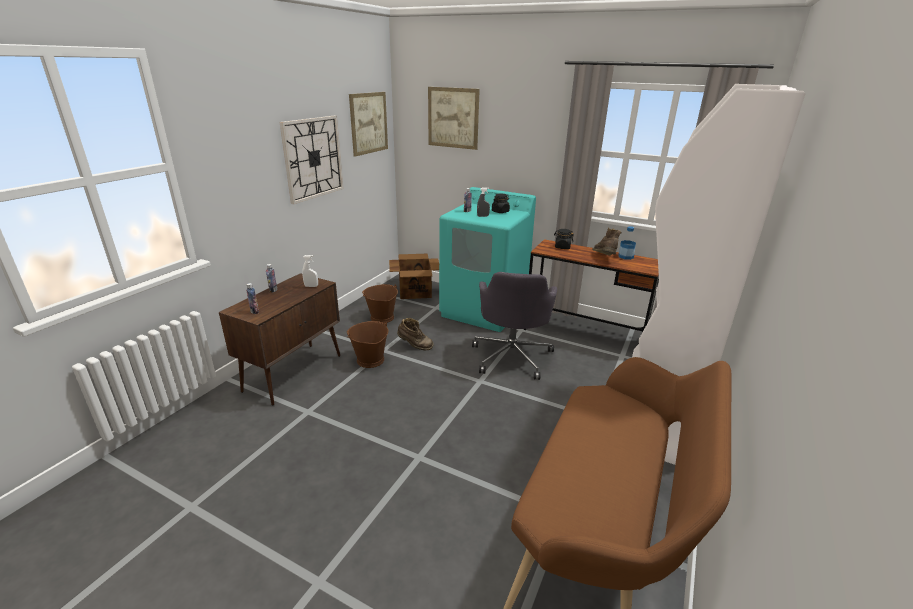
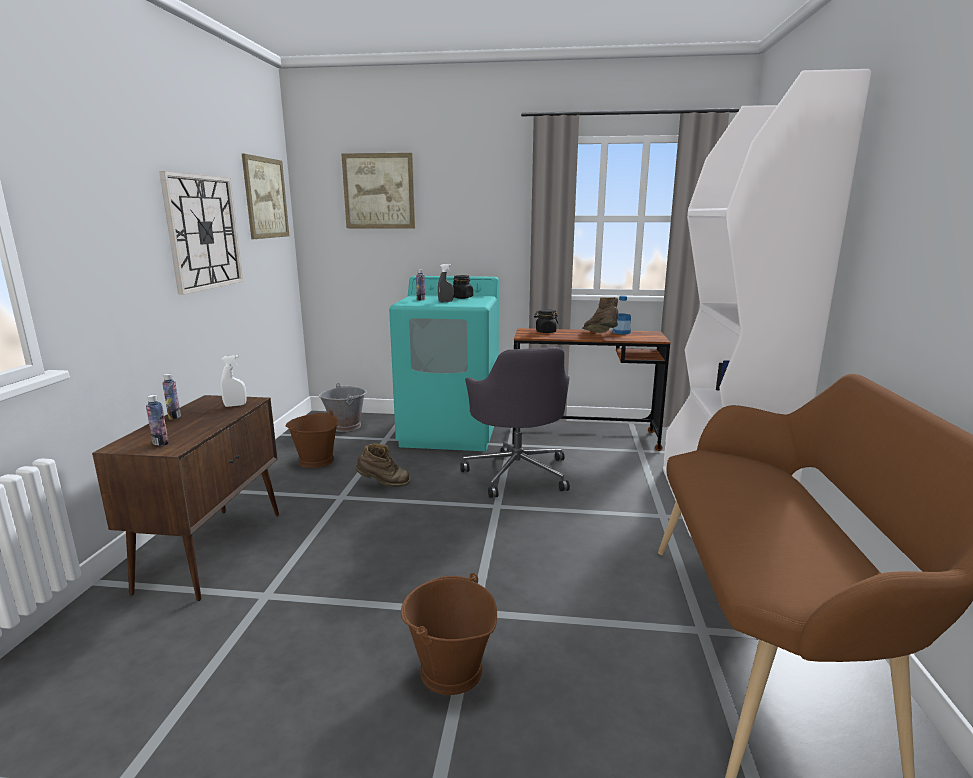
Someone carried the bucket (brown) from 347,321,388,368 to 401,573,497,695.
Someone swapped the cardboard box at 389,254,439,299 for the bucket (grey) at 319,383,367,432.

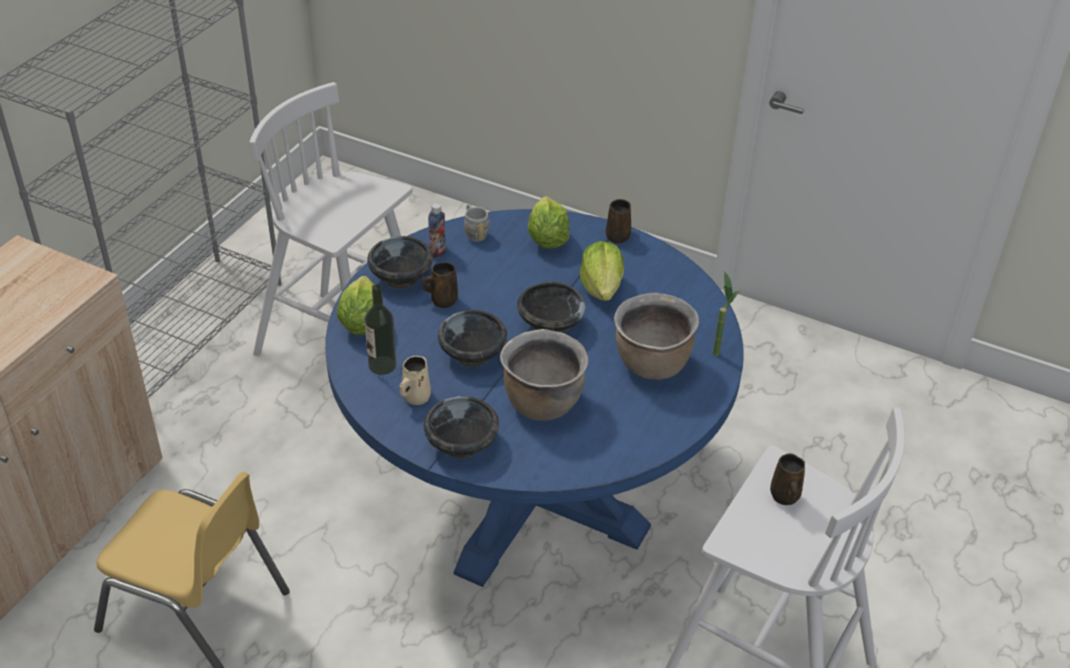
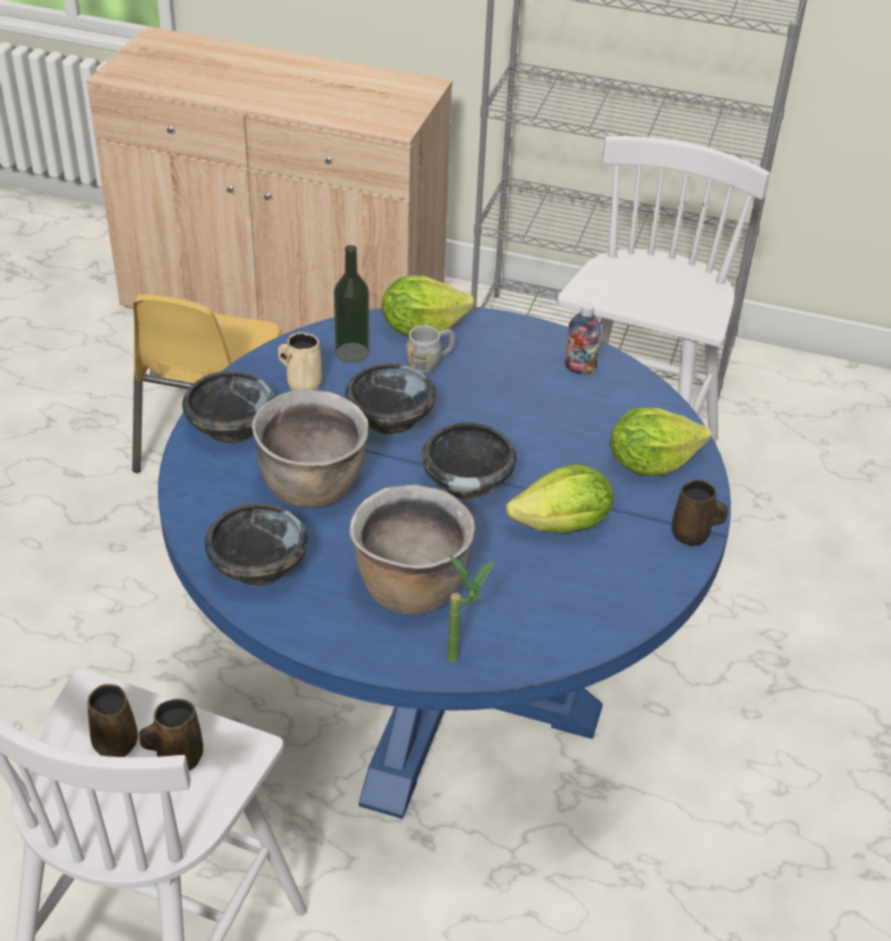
Someone carried the bowl (black) from 367,236,433,289 to 205,503,308,587.
Someone carried the mug (brown) from 422,262,458,308 to 87,684,138,757.
Someone carried the mug (grey) from 464,204,490,242 to 406,325,455,373.

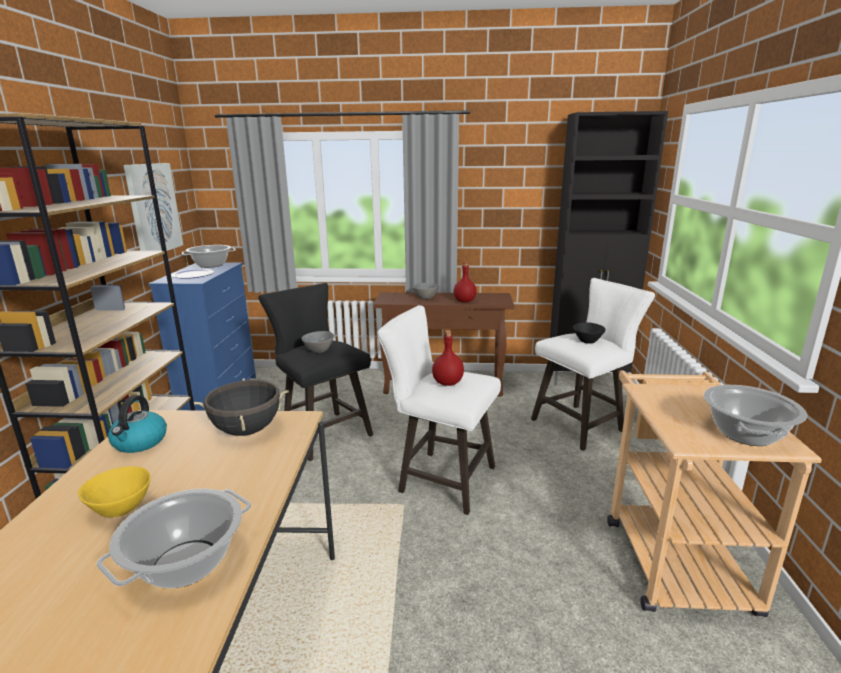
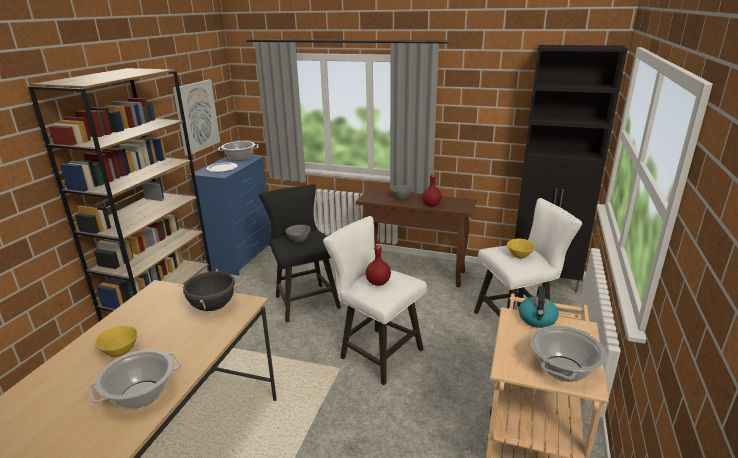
Someone carried the kettle from 108,395,167,453 to 519,286,559,328.
Someone repainted the bowl (black) at 573,322,606,344, which became the bowl (yellow) at 507,239,535,259.

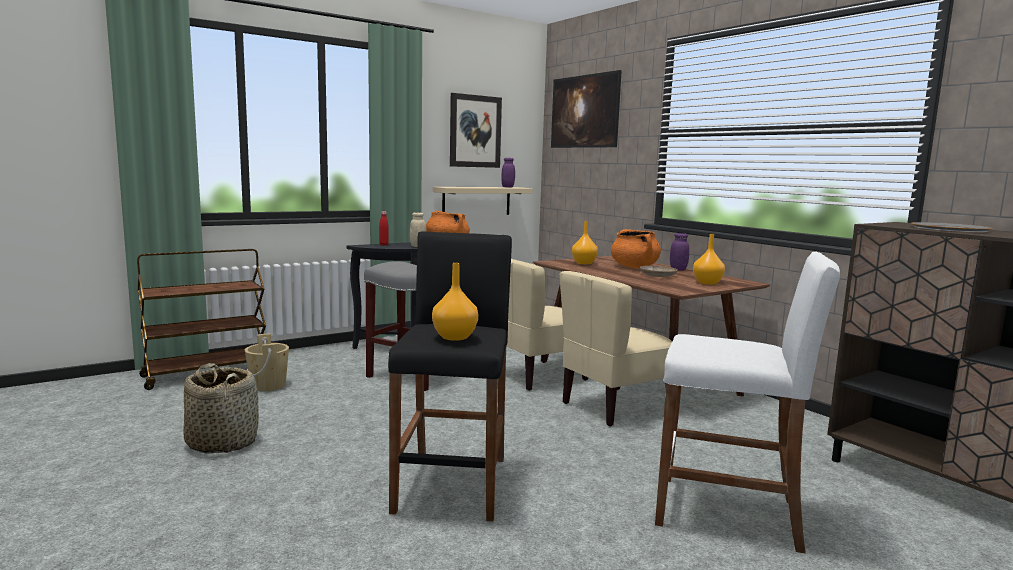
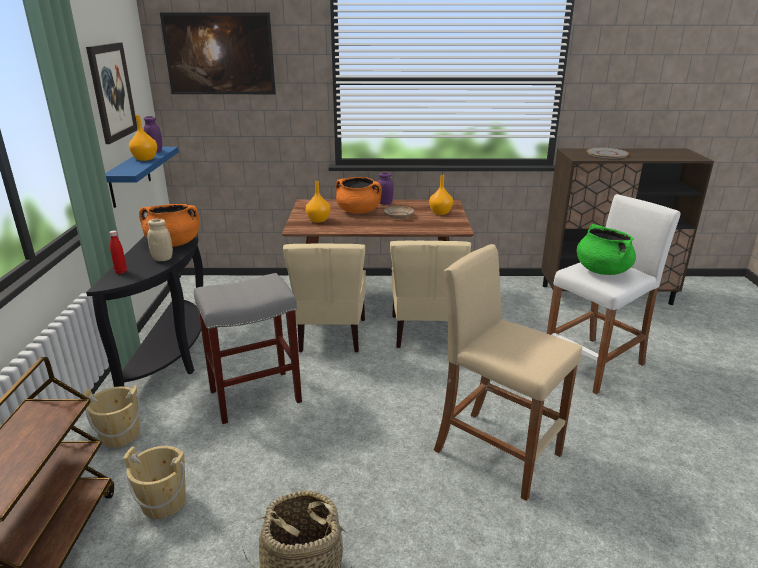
Someone put down the bucket (beige) at 83,385,140,448.
Someone put down the cooking pot (green) at 577,224,636,275.
Someone carried the vase (orange) from 432,263,478,341 to 129,115,157,161.
Someone repainted the stool (black) at 388,231,512,521, which became the stool (beige) at 434,244,582,501.
Someone repainted the shelf (beige) at 433,187,533,215, which became the shelf (blue) at 105,147,179,208.

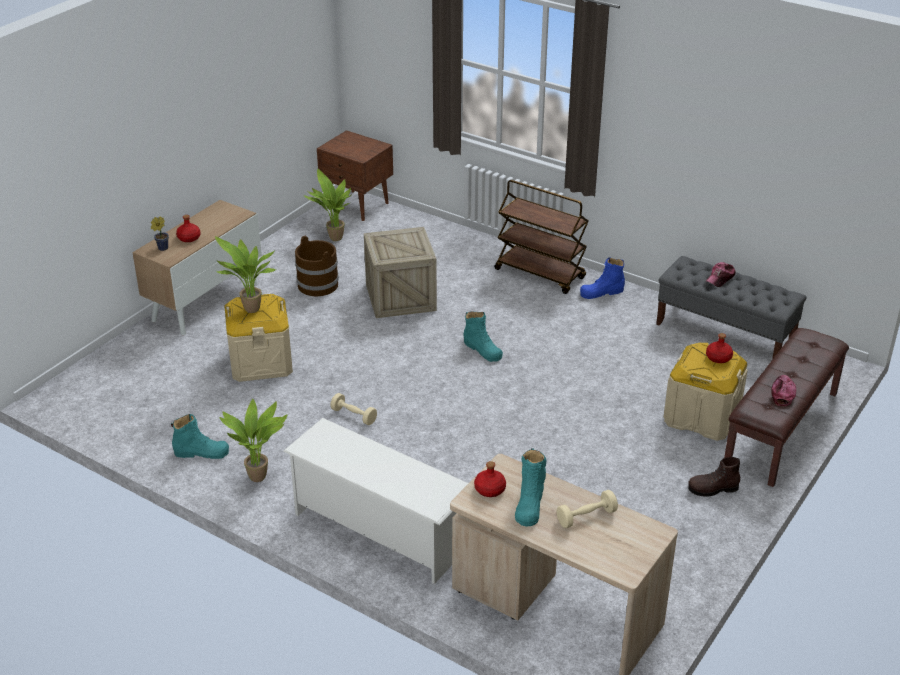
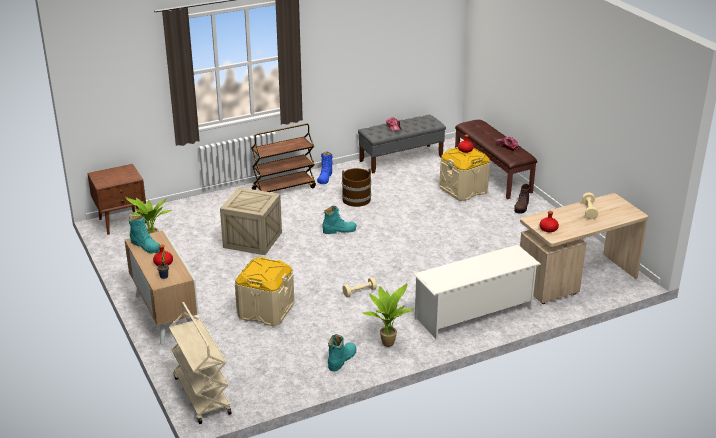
Someone took away the potted plant at 215,236,277,313.
Someone put down the cart (beige) at 169,302,232,424.
Someone carried the bucket (brown) from 295,236,339,296 to 342,168,371,207.
Someone carried the boot (turquoise) from 515,449,547,527 to 129,215,160,254.

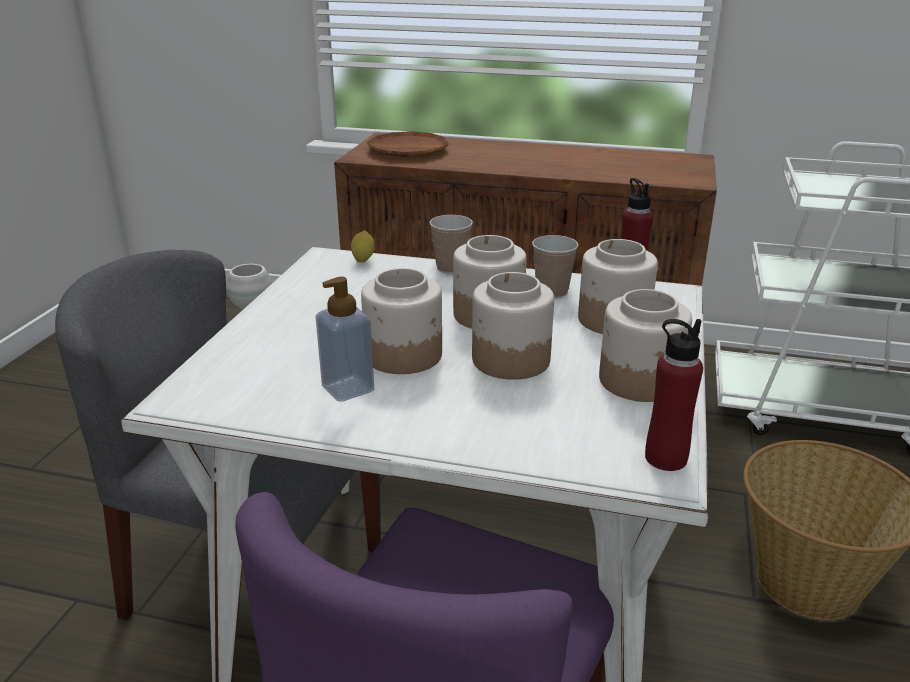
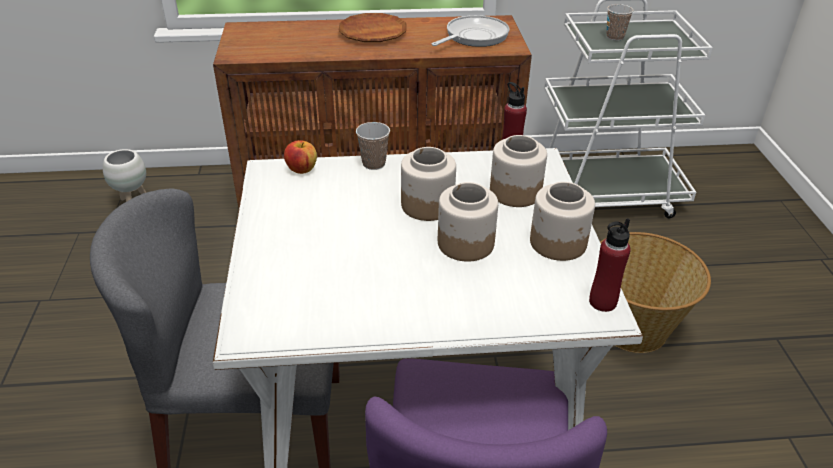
Someone took away the soap dispenser at 316,277,374,402.
Someone took away the jar at 361,268,442,374.
Someone put down the frying pan at 431,15,509,47.
Someone carried the plate (brown) from 367,131,449,157 to 338,13,407,42.
Someone carried the cup from 532,235,579,298 to 606,4,634,41.
Someone swapped the lemon at 351,230,375,262 for the apple at 284,140,317,174.

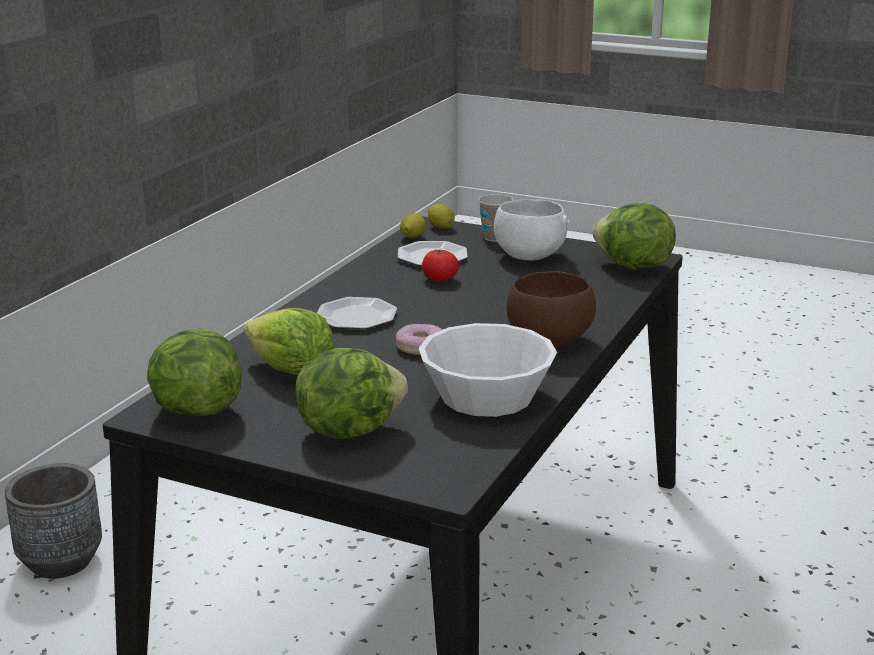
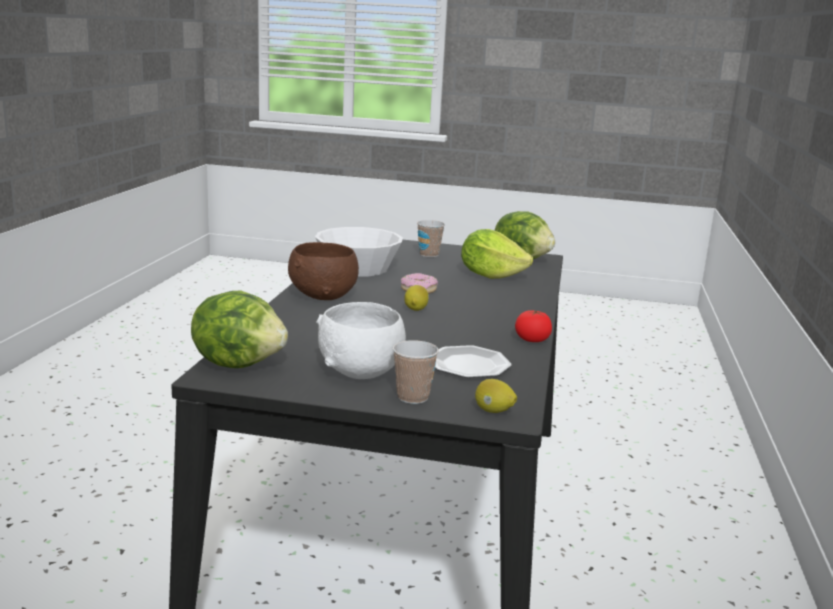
Someone took away the planter (grey) at 5,463,102,579.
Someone took away the plate at 317,297,397,329.
Someone carried the lemon from 400,213,425,238 to 404,285,429,311.
Someone carried the tomato from 422,249,459,282 to 515,310,552,342.
Someone swapped the lettuce at 295,348,408,439 for the cup at 417,220,445,257.

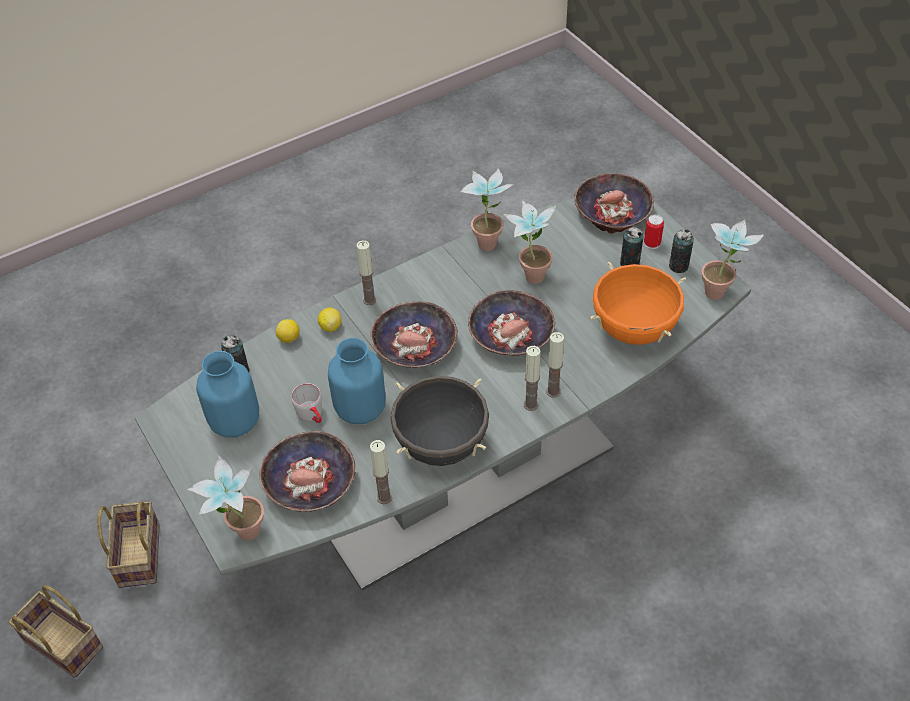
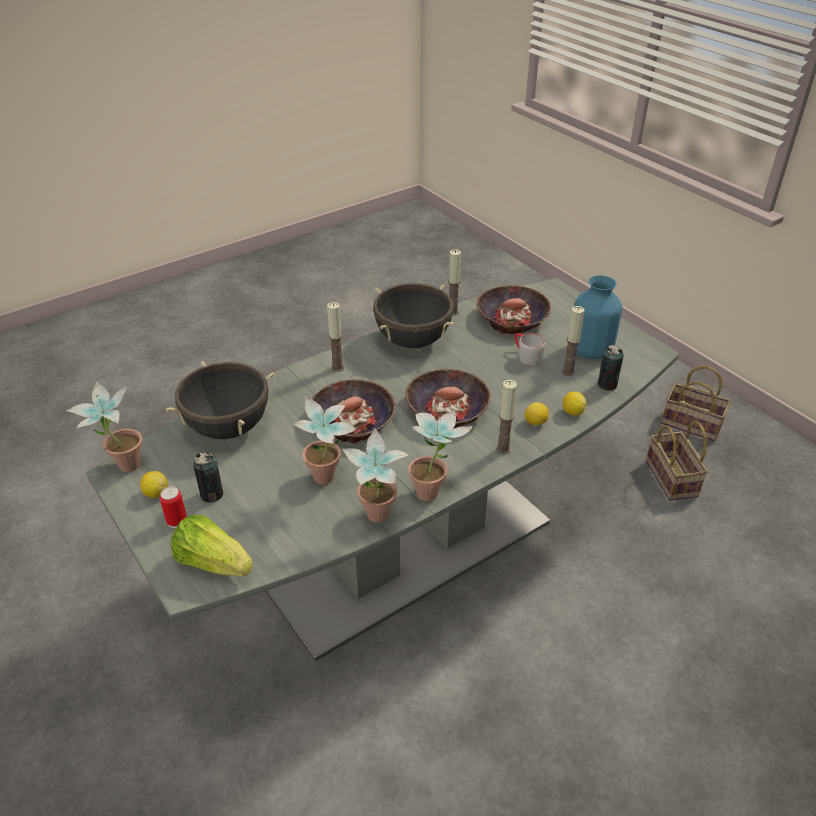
Someone took away the vase (blue) at 328,338,386,424.
Someone carried the potted plant from 188,455,264,541 to 408,410,472,501.
Someone carried the candle from 546,332,564,398 to 562,306,585,376.
Someone swapped the bowl at 574,173,654,234 for the lettuce at 171,515,253,576.
Someone swapped the can at 669,229,694,273 for the lemon at 140,471,168,498.
Someone repainted the cooking pot (orange) at 590,262,686,345, which became the cooking pot (black) at 166,361,275,439.

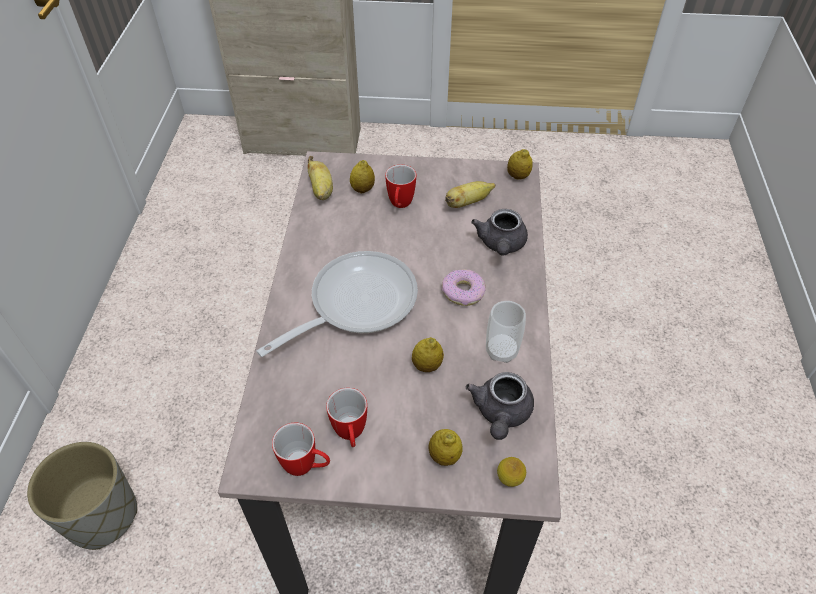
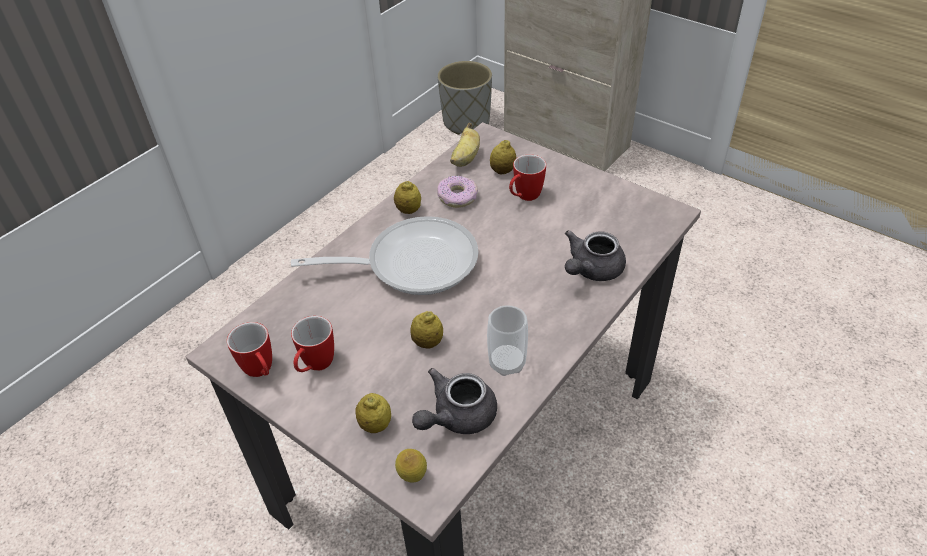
Someone took away the banana at 445,181,496,208.
Someone carried the planter (grey) from 27,442,137,550 to 438,61,492,135.
Someone carried the donut from 442,269,486,306 to 437,175,478,208.
Someone carried the lemon from 507,149,533,179 to 394,181,421,214.

